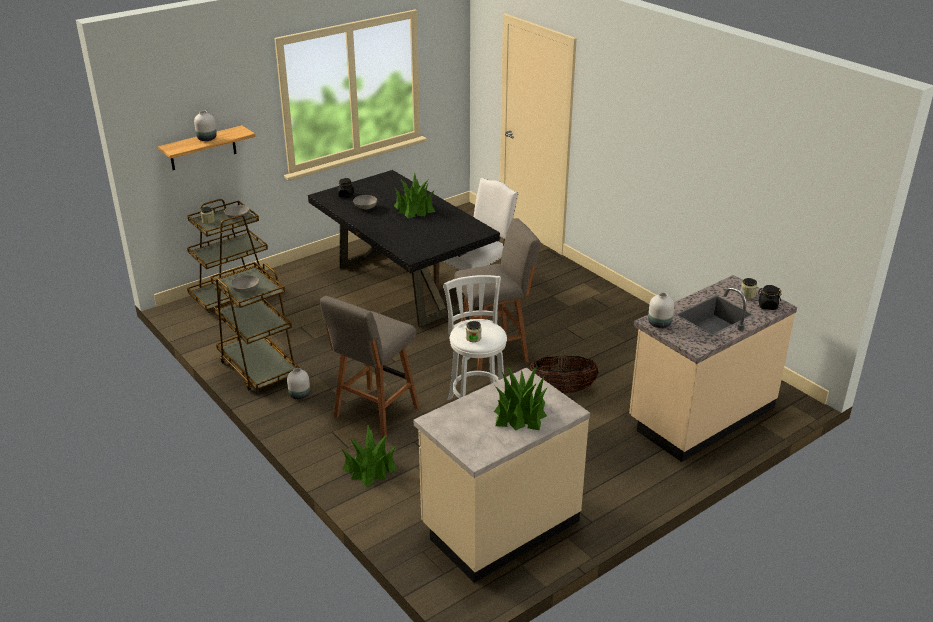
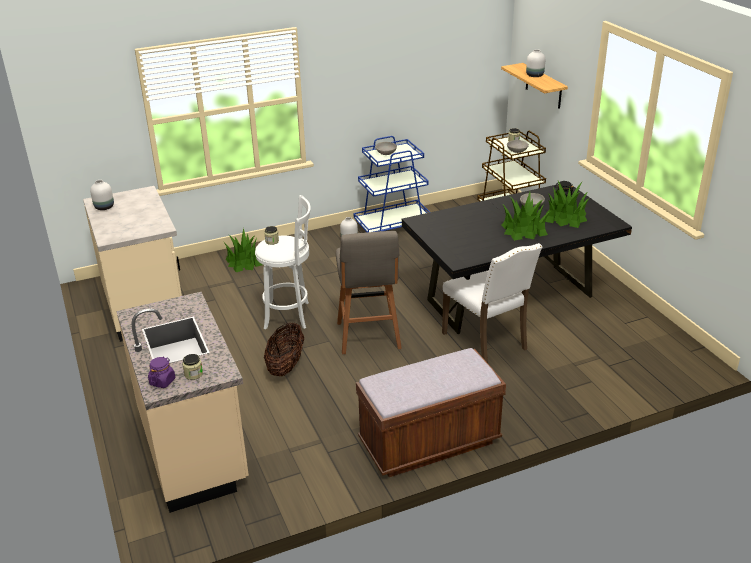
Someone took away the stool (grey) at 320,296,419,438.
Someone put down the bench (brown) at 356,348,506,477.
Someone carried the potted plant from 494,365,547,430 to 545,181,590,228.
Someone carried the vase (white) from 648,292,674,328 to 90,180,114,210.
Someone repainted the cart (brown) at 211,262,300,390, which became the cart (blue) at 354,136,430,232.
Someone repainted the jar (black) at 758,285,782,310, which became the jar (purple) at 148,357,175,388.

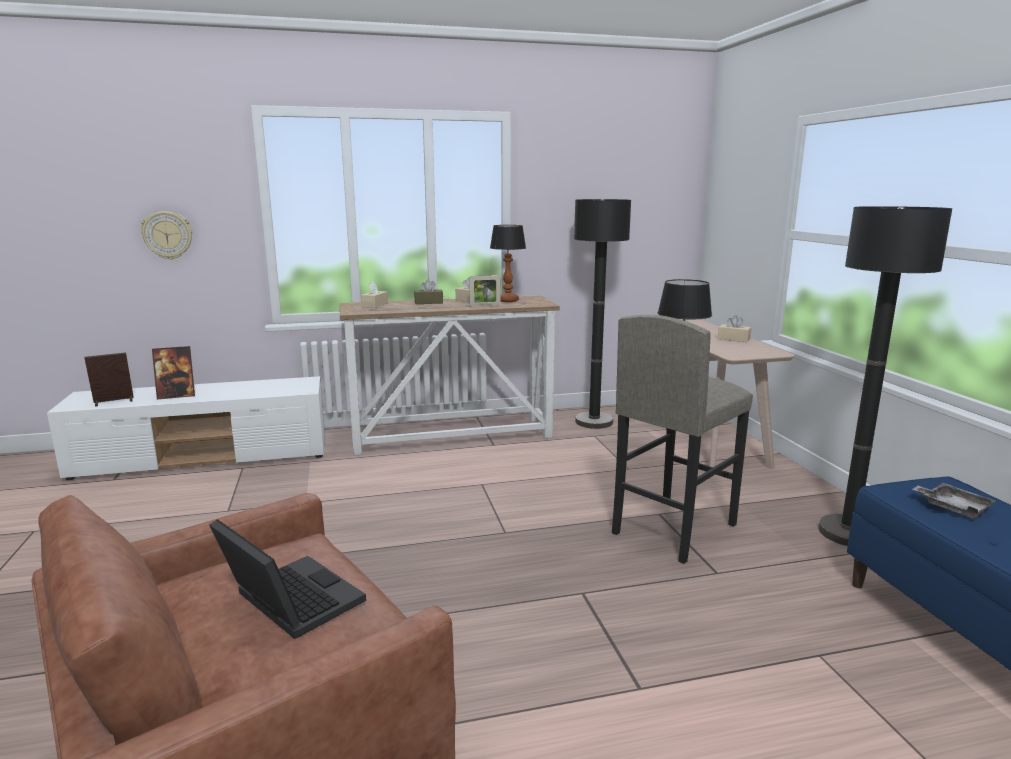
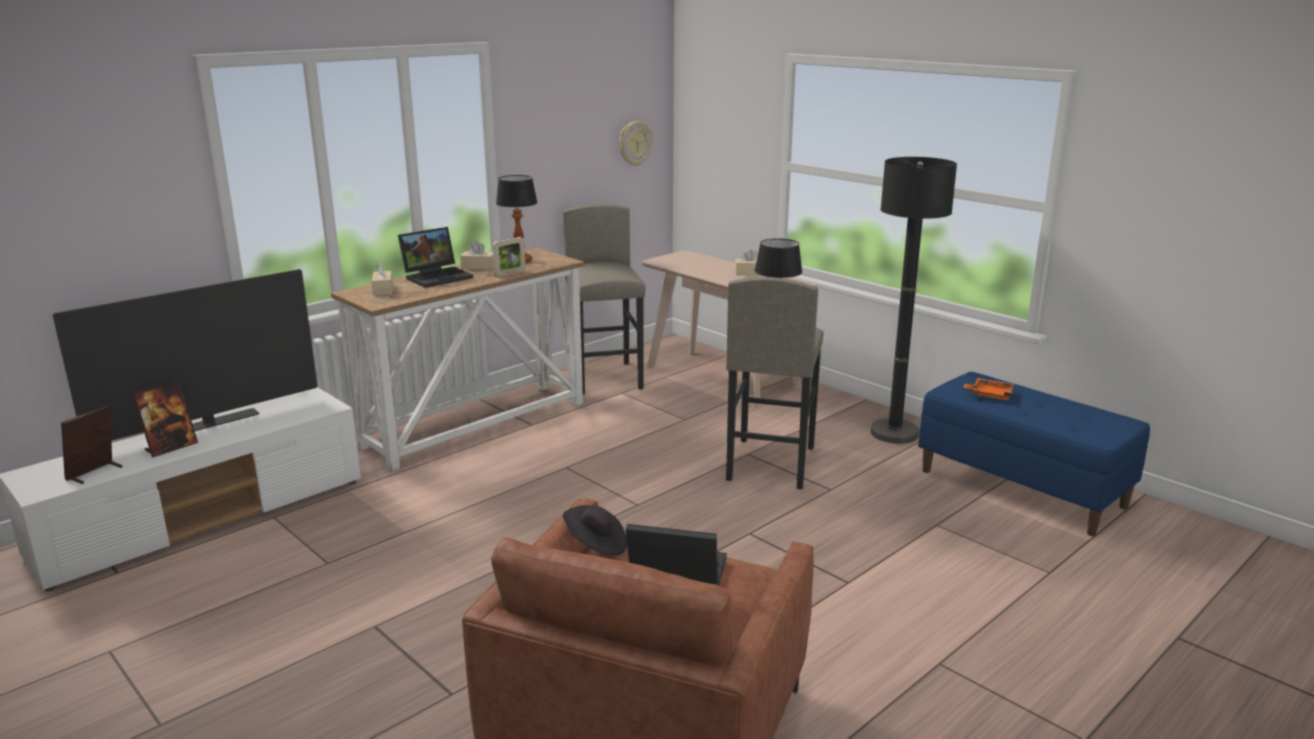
Someone put down the television at 53,269,318,441.
Someone put down the hat (black) at 563,505,627,555.
Someone carried the wall clock from 141,211,192,260 to 619,121,653,166.
Someone swapped the tissue box (brown) at 414,279,443,304 for the laptop at 398,227,473,288.
Someone swapped the floor lamp (black) at 574,199,631,429 for the stool (grey) at 563,203,645,394.
Someone repainted the tray (grey) at 912,483,996,519, which became the tray (orange) at 964,378,1014,400.

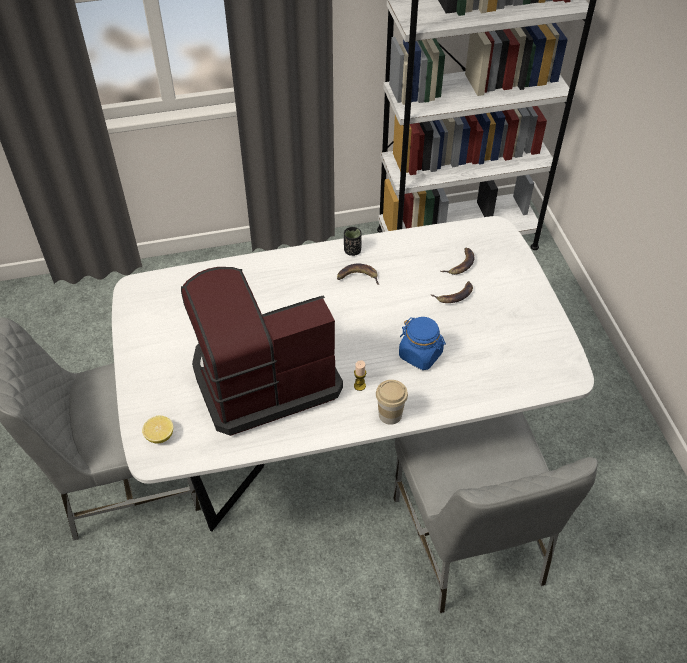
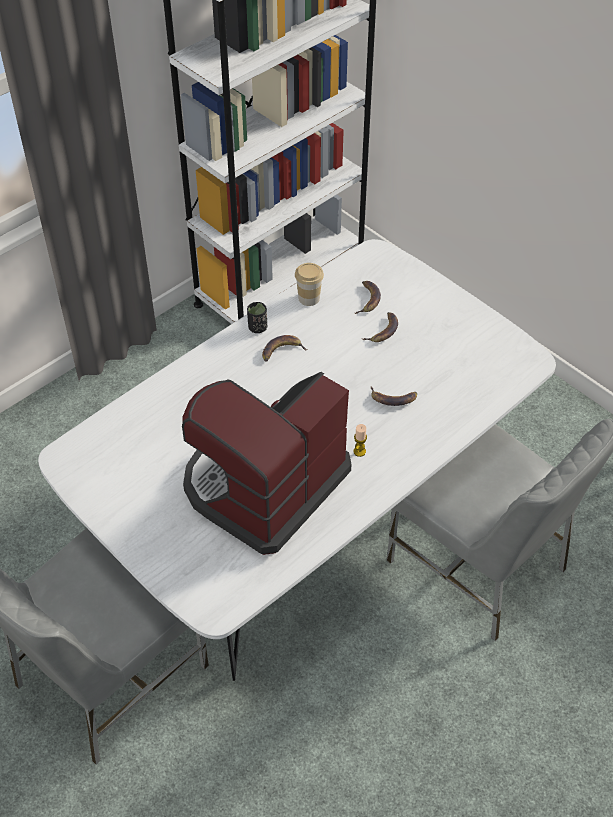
Someone took away the lemon at 142,415,173,443.
Someone carried the cup from 376,380,408,425 to 295,263,324,306.
Someone swapped the jar (blue) at 399,317,446,370 for the banana at 371,387,417,406.

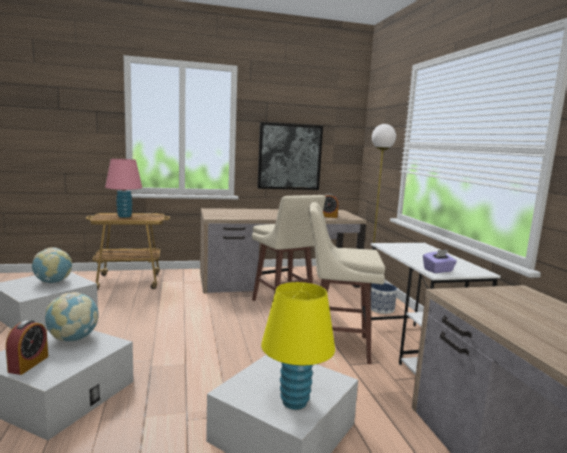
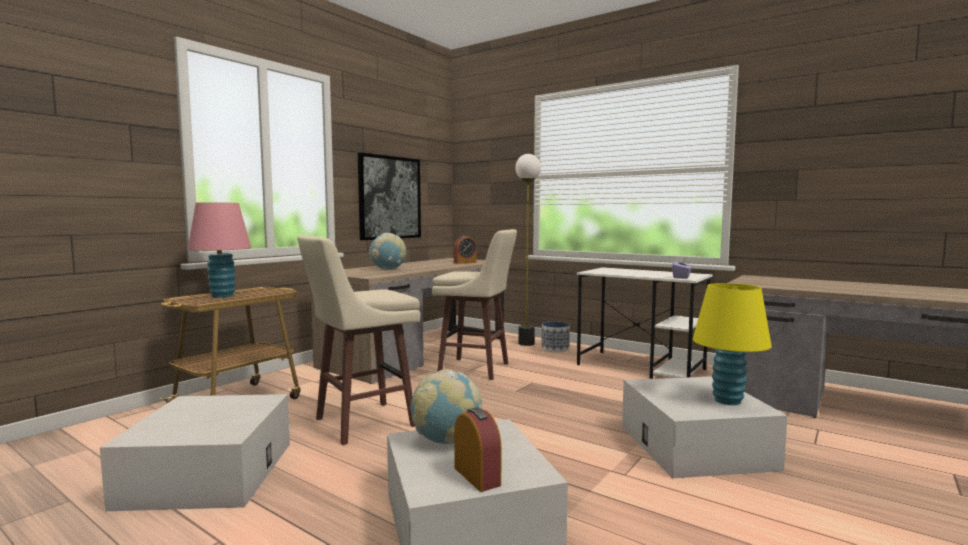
Someone carried the globe from 32,247,72,283 to 369,233,406,270.
Someone carried the stool (beige) from 309,202,385,364 to 297,235,421,445.

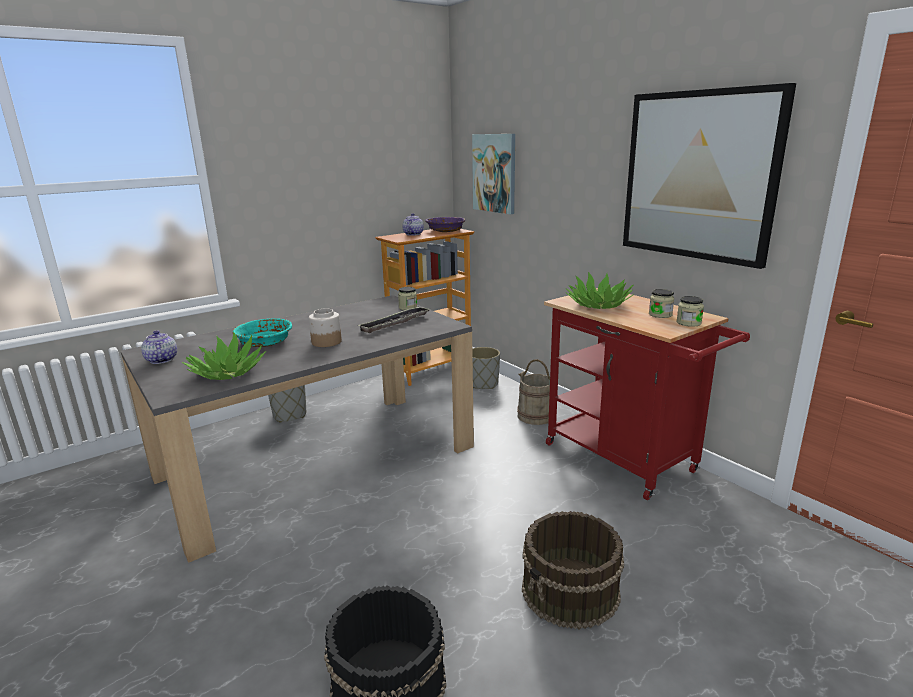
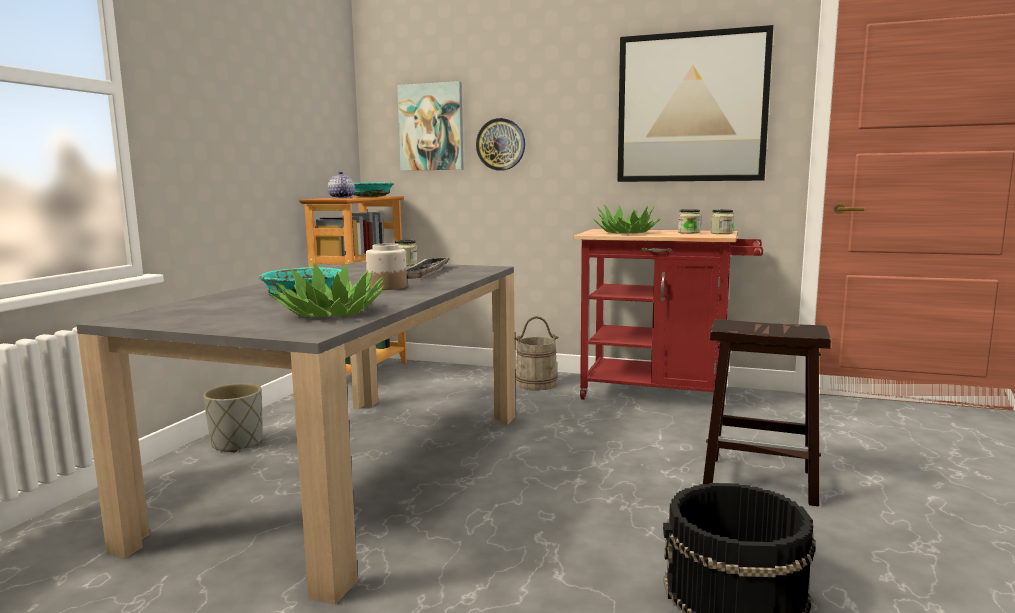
Someone took away the teapot at 141,330,177,364.
Someone took away the planter (grey) at 472,347,500,389.
Someone put up the wall clock at 476,118,525,171.
Someone swapped the bucket (brown) at 522,511,624,629 for the stool (brown) at 703,319,831,507.
Someone repainted the bowl (purple) at 425,217,465,232, which became the bowl (turquoise) at 353,182,394,197.

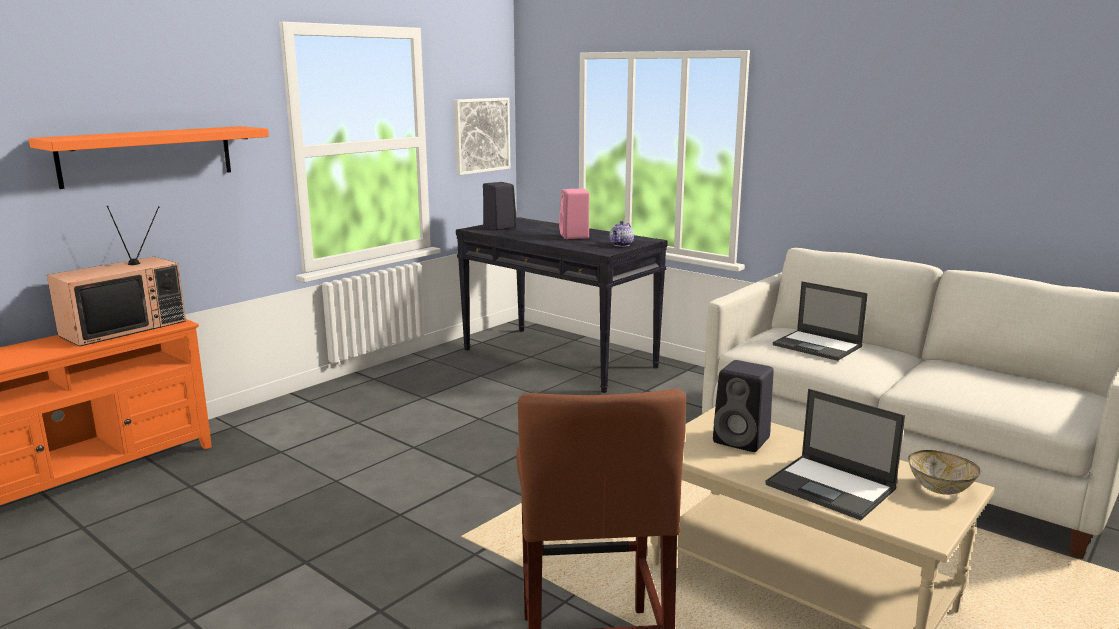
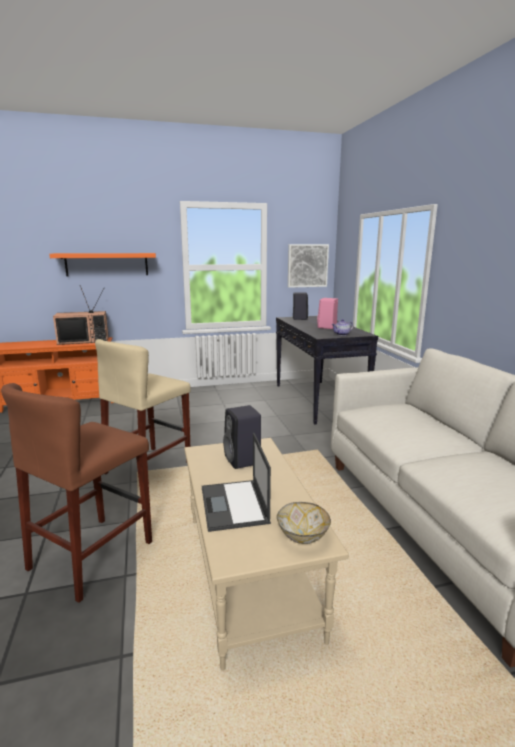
Someone took away the laptop at 773,281,868,361.
Someone put down the stool (beige) at 95,339,191,474.

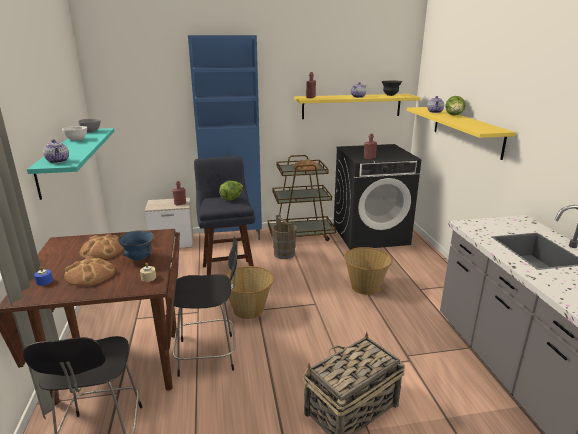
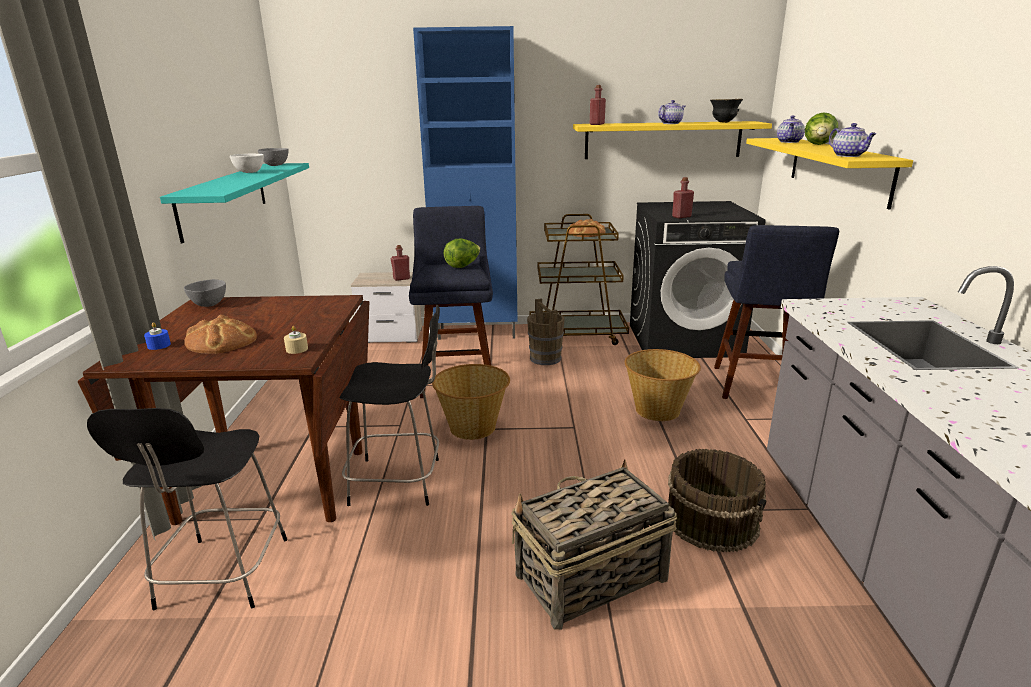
Someone took away the bread at 80,234,123,260.
Someone took away the bowl (blue) at 118,230,154,260.
Someone put down the bowl (grey) at 184,279,226,307.
Someone put down the bucket (brown) at 668,449,767,552.
Someone put down the stool (blue) at 714,225,839,399.
Someone carried the teapot from 43,139,69,163 to 829,123,877,157.

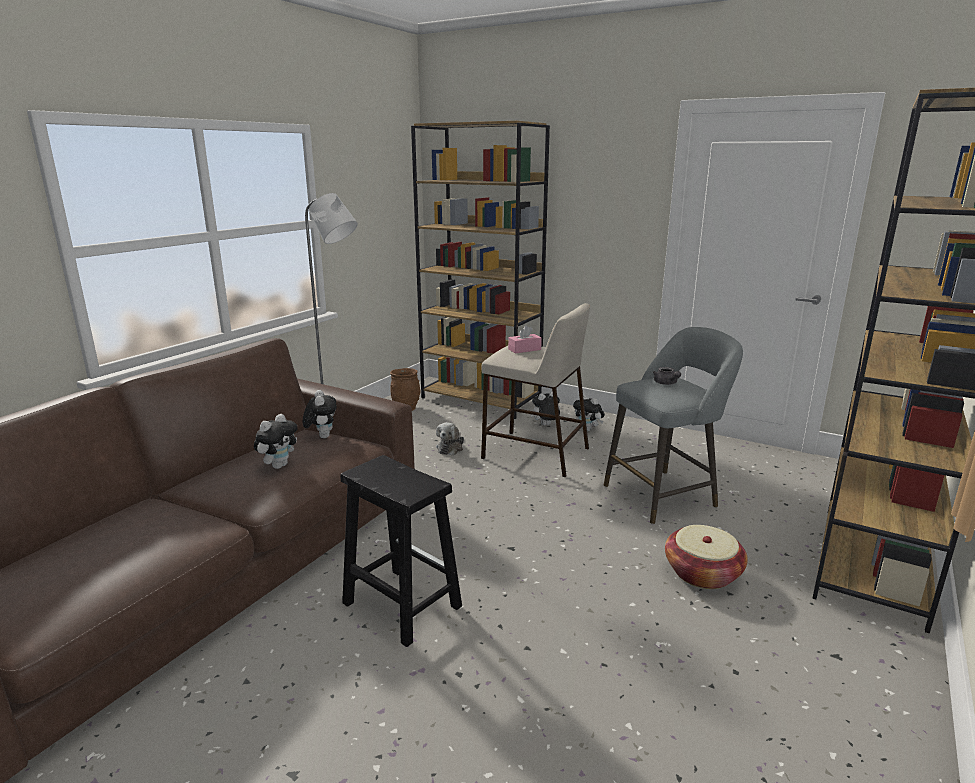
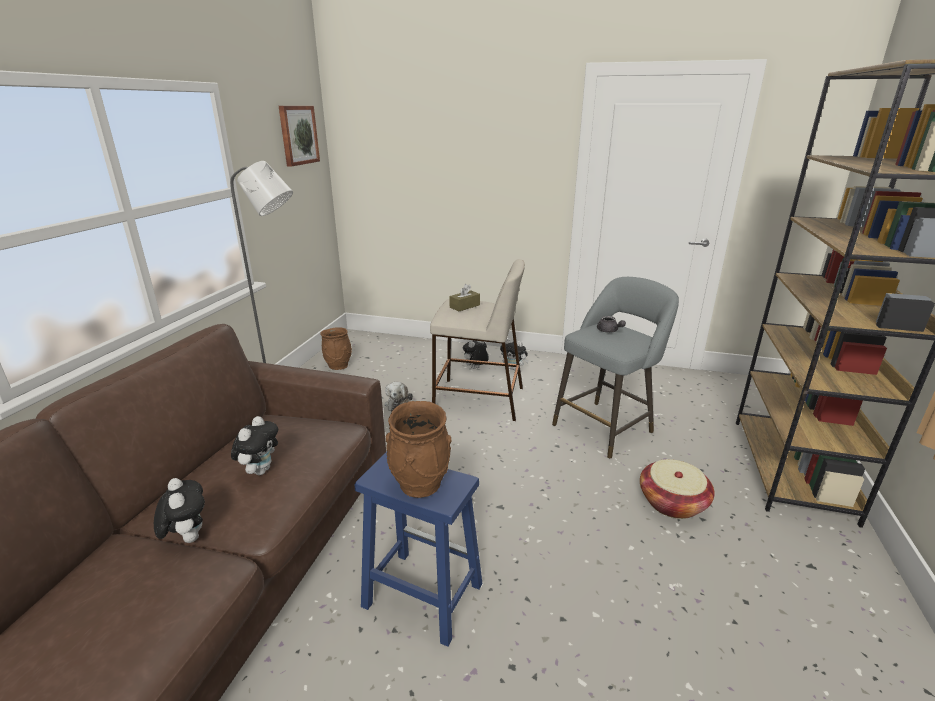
Someone took away the bookcase (brown) at 411,121,550,419.
Someone put up the picture at 279,106,320,167.
Someone put down the vase (brown) at 386,401,452,498.
Someone carried the plush toy from 303,390,337,438 to 154,478,205,543.
Someone repainted the stool (black) at 340,455,462,647, which became the stool (blue) at 355,452,482,647.
Someone repainted the tissue box (pink) at 508,325,542,353, which became the tissue box (brown) at 449,284,480,311.

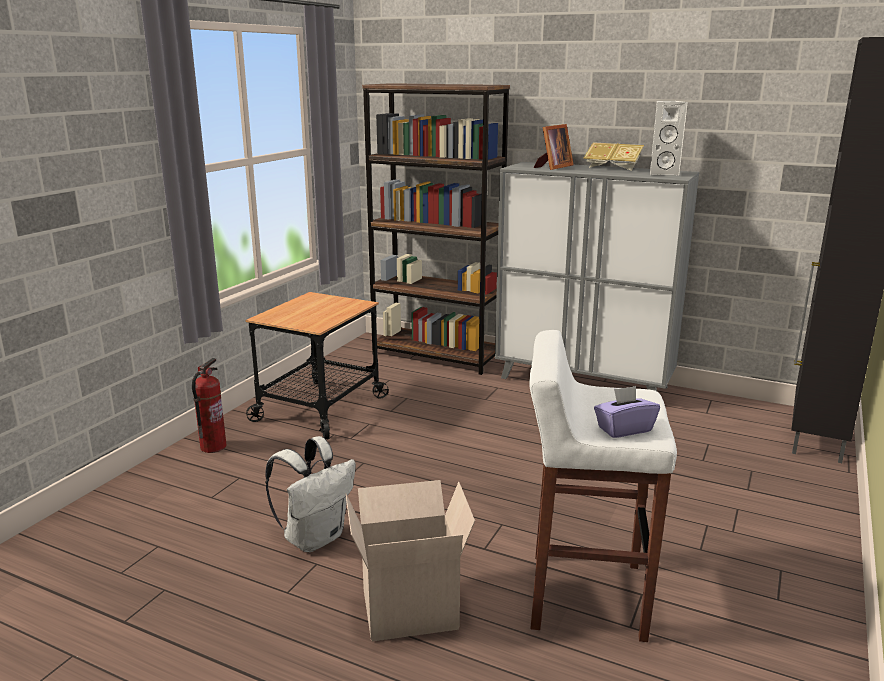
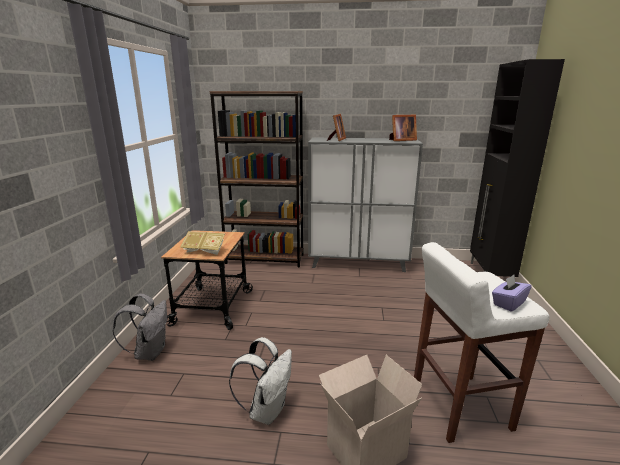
Someone carried the book from 583,142,644,171 to 180,231,225,255.
Someone swapped the fire extinguisher at 192,358,227,453 for the backpack (grey) at 113,294,167,361.
Someone swapped the speaker (white) at 650,101,688,175 for the picture frame at 389,115,417,141.

